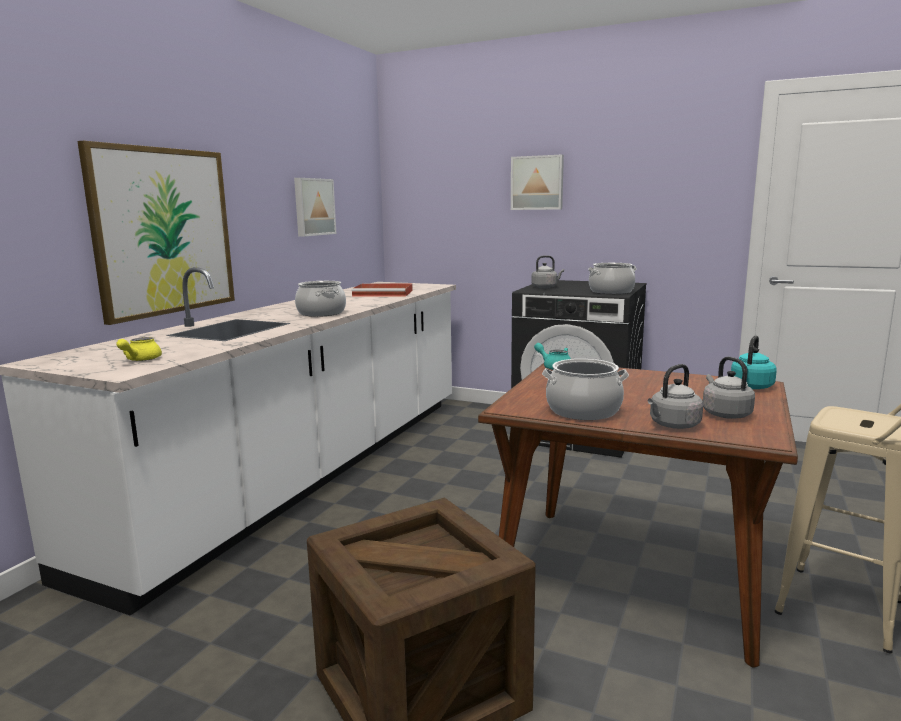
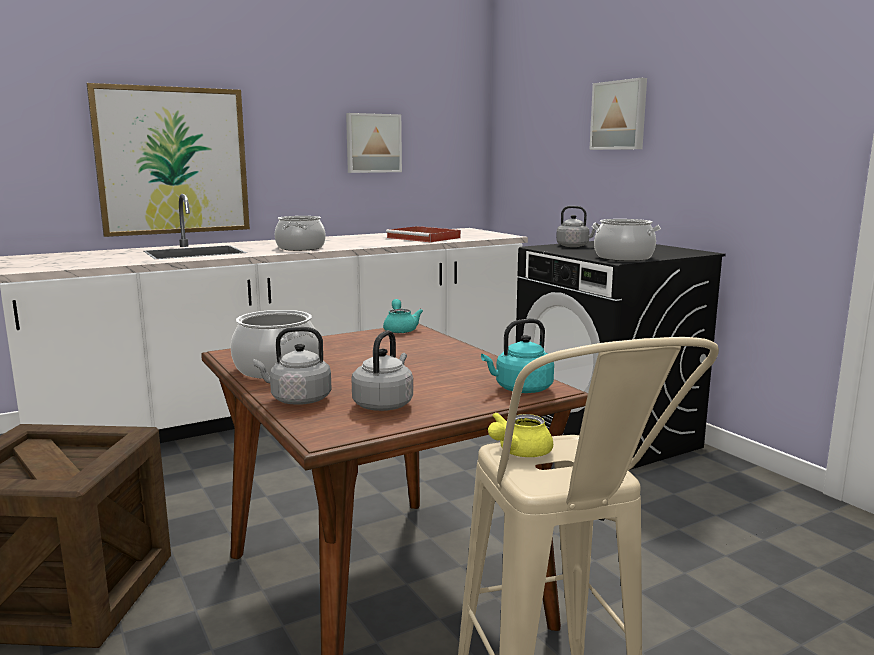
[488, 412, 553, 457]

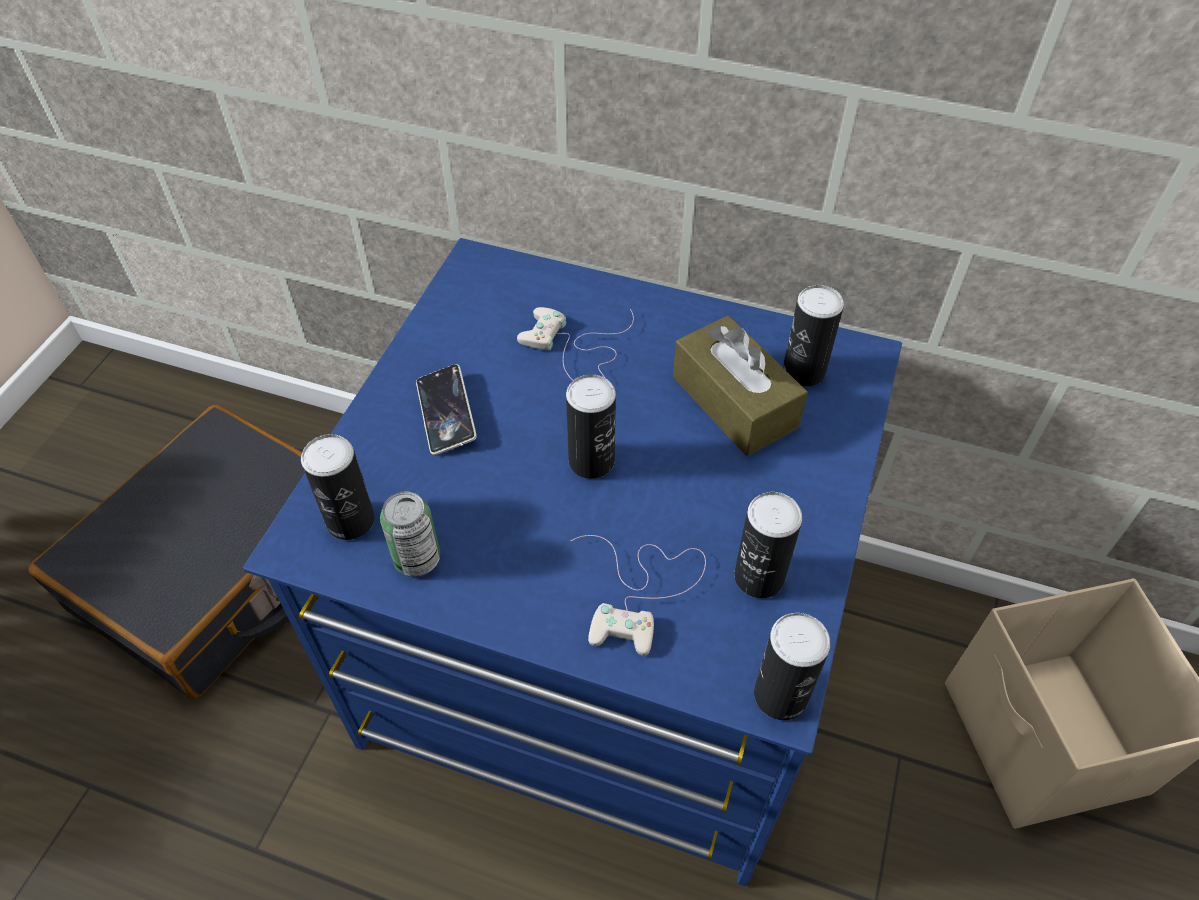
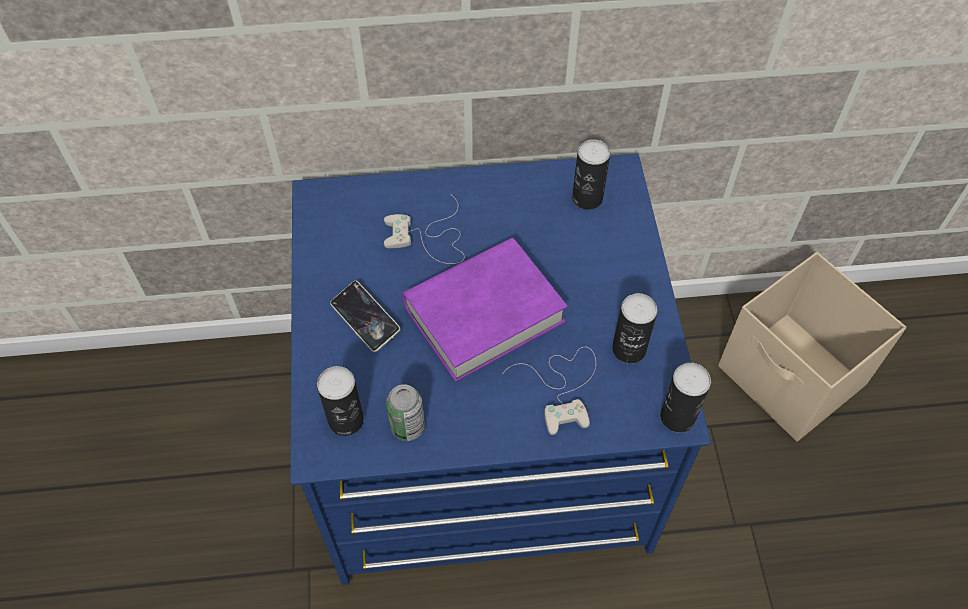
[673, 315, 808, 456] (first image)
[402, 238, 568, 382]
[28, 405, 305, 699] (first image)

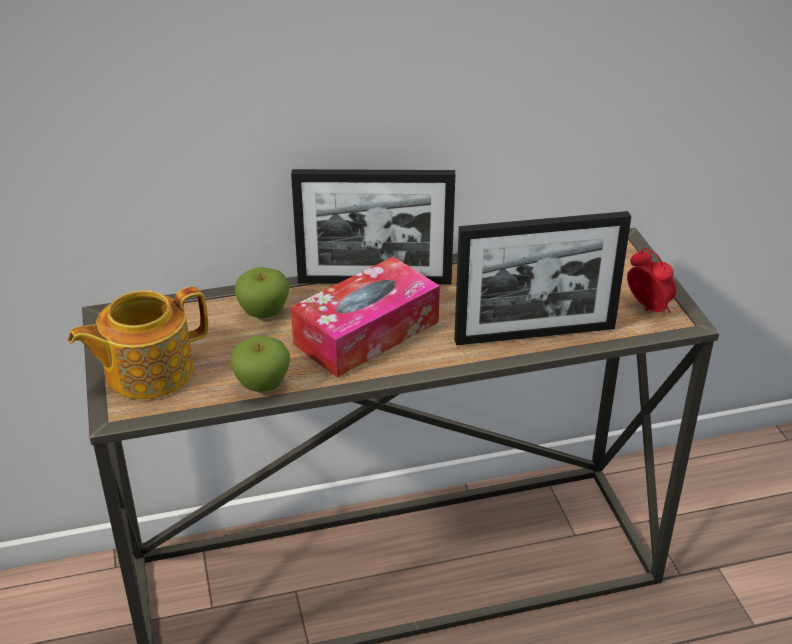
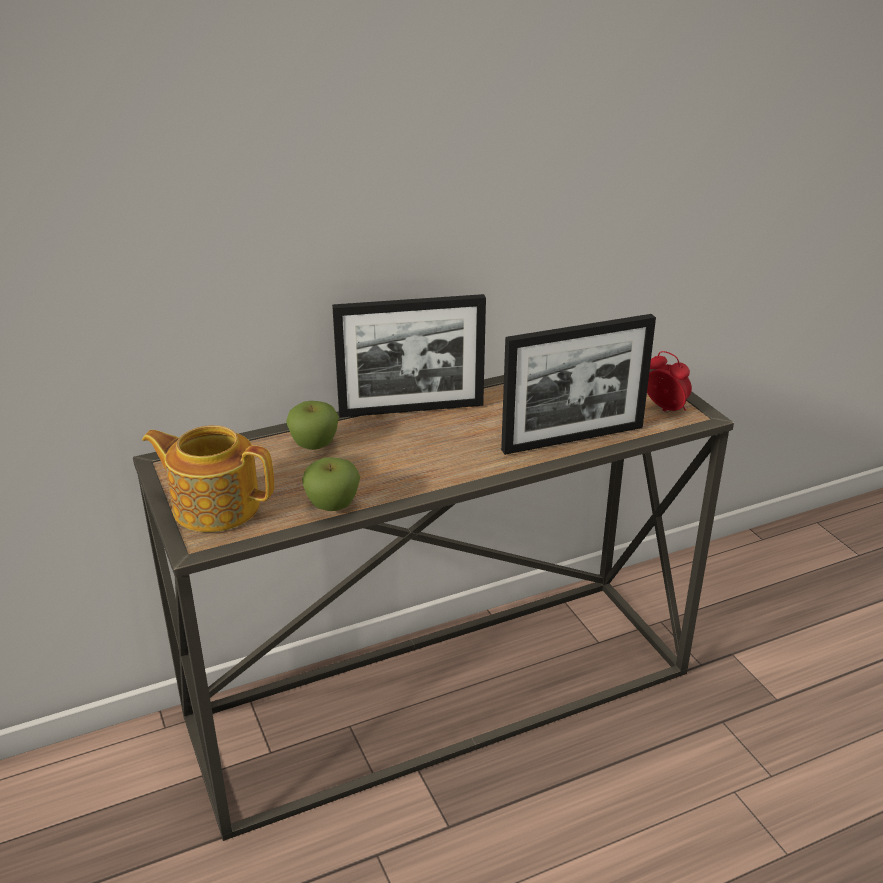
[290, 256, 440, 377] (first image)
[142, 425, 274, 532]

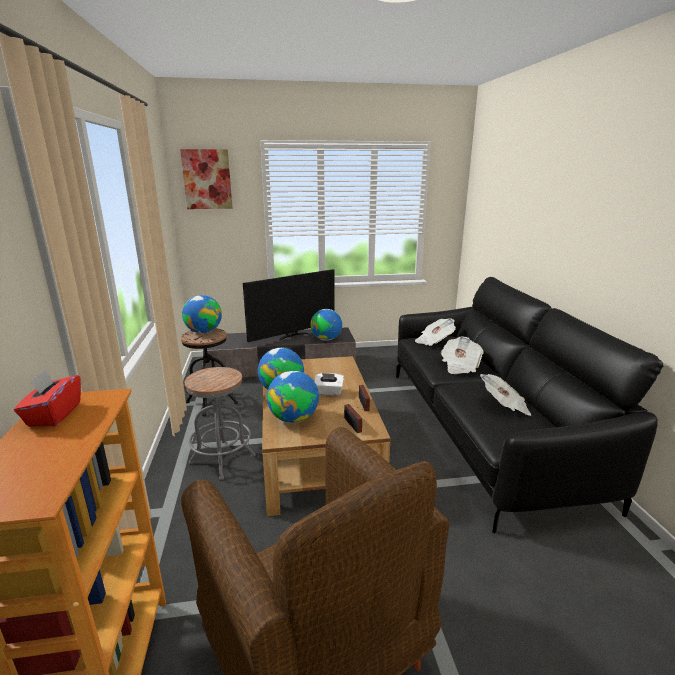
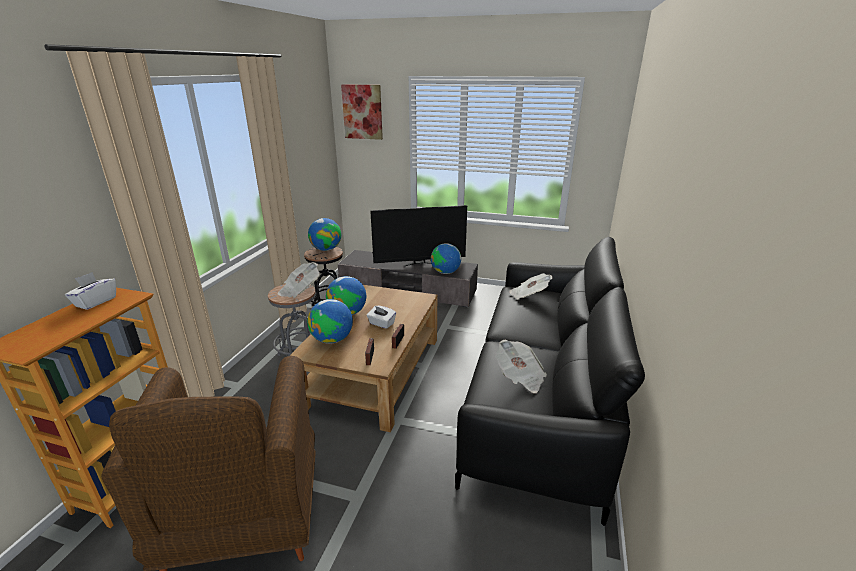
[278, 262, 319, 298]
[65, 272, 116, 310]

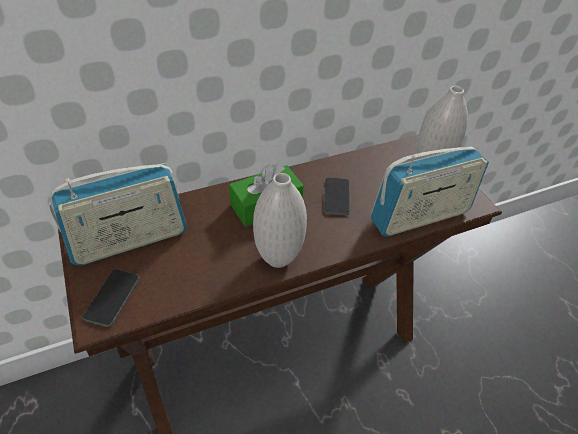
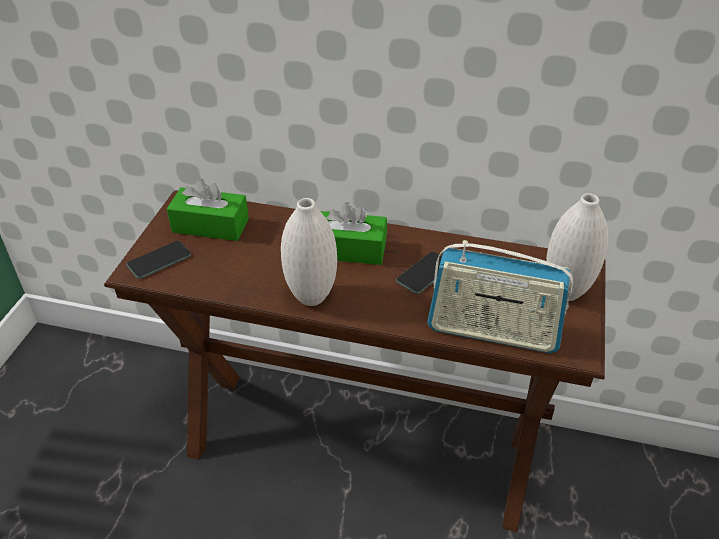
[167, 179, 249, 241]

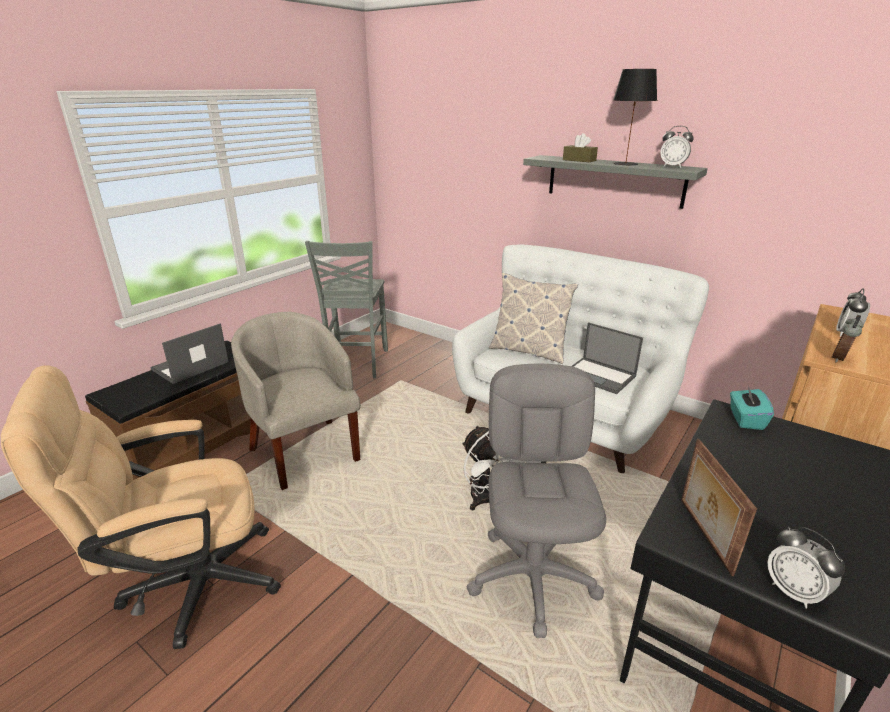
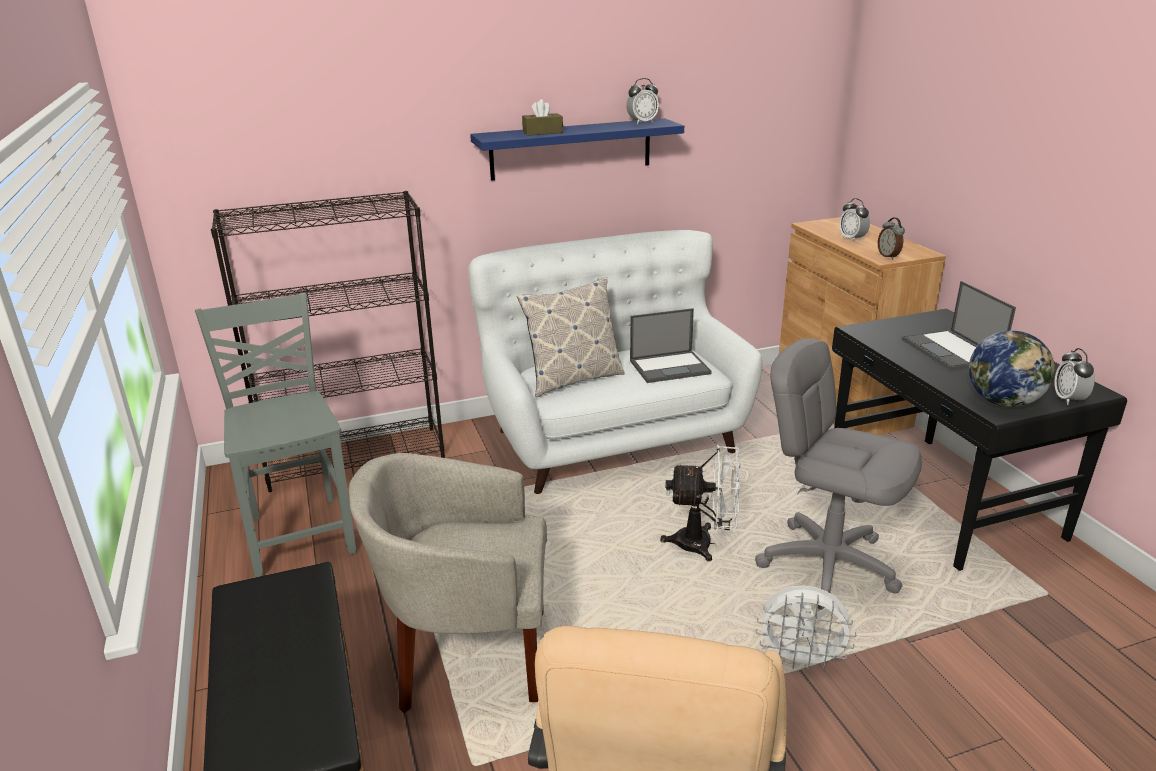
[613, 69, 657, 166] (first image)
[470, 118, 684, 181]
[195, 292, 357, 577]
[902, 281, 1016, 371]
[730, 386, 774, 430] (first image)
[969, 331, 1055, 407]
[1054, 348, 1095, 405]
[211, 191, 445, 492]
[756, 586, 856, 671]

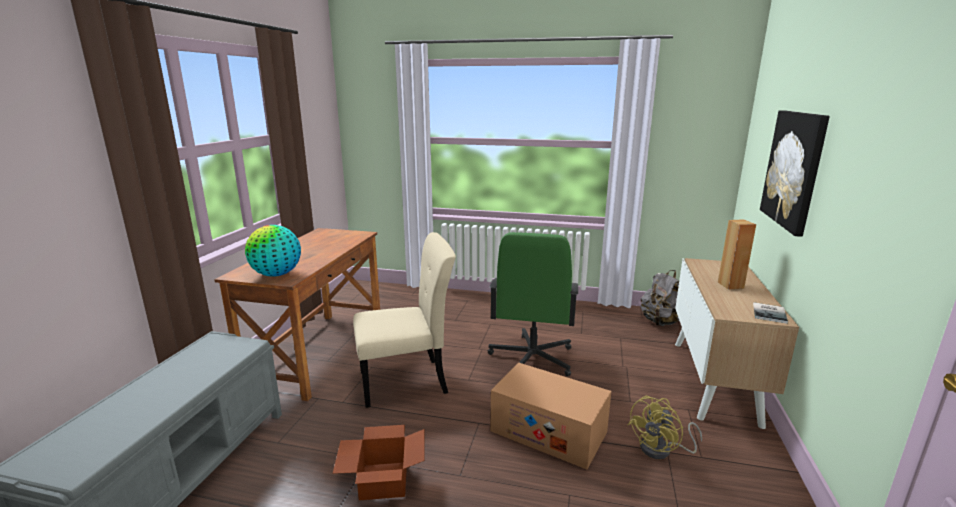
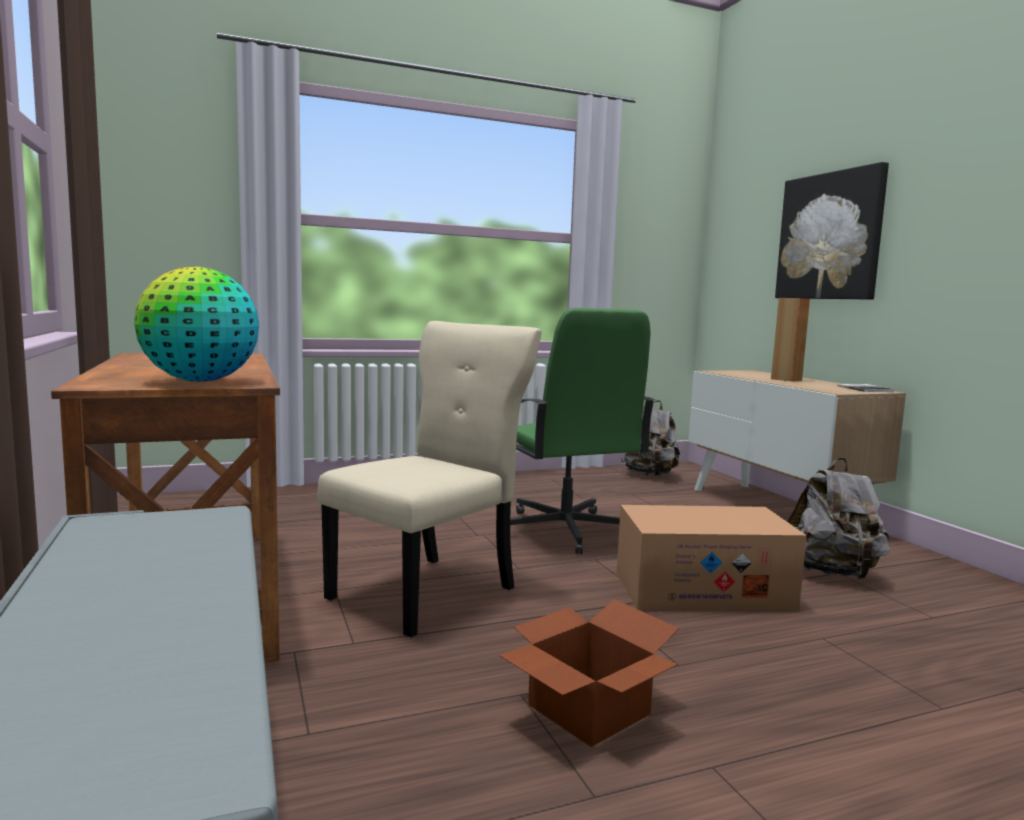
[787, 457, 890, 579]

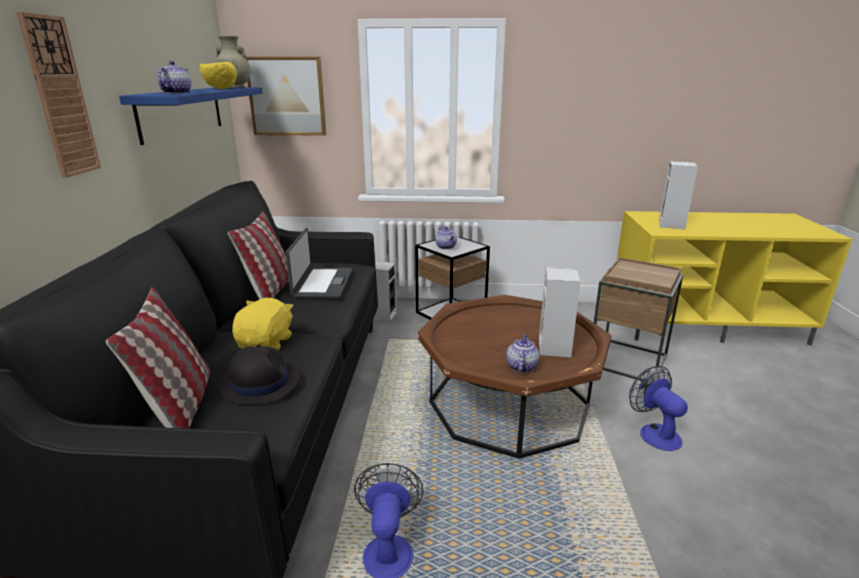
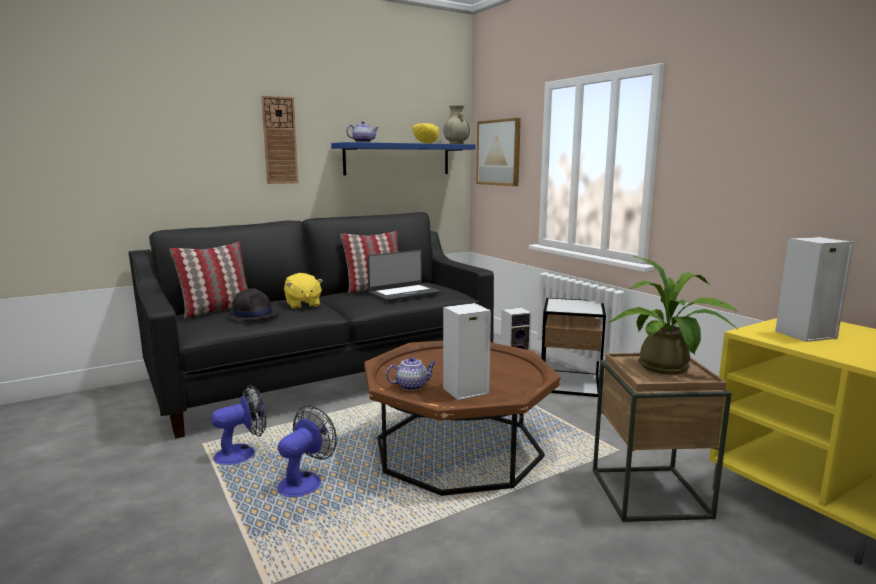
[435, 227, 457, 249] (first image)
[284, 273, 323, 309]
[277, 406, 337, 497]
[609, 256, 737, 375]

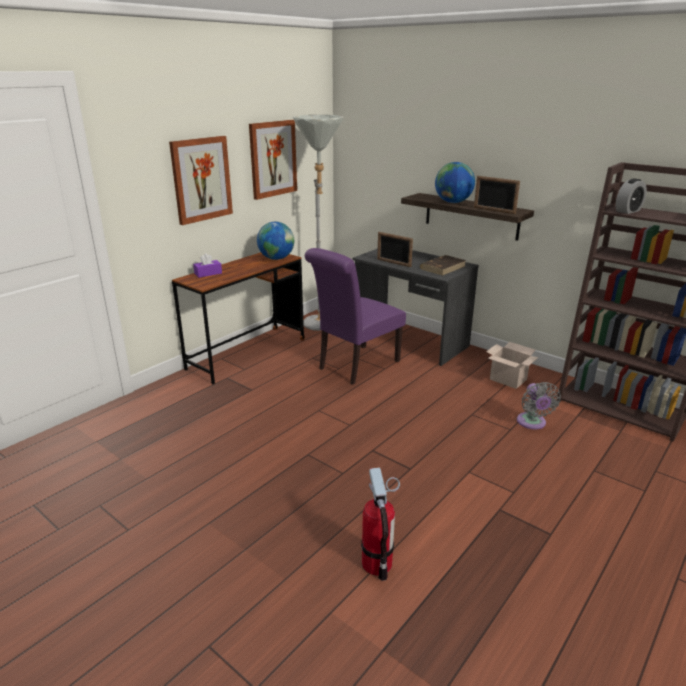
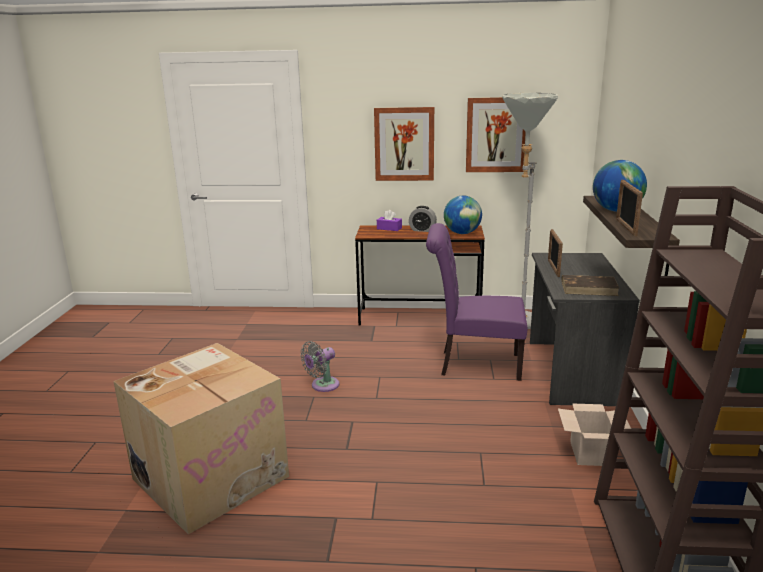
[409, 206, 437, 232]
[300, 341, 339, 392]
[113, 343, 289, 534]

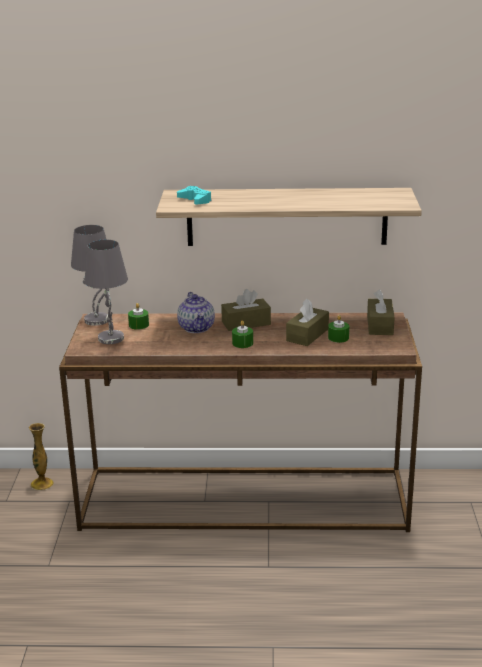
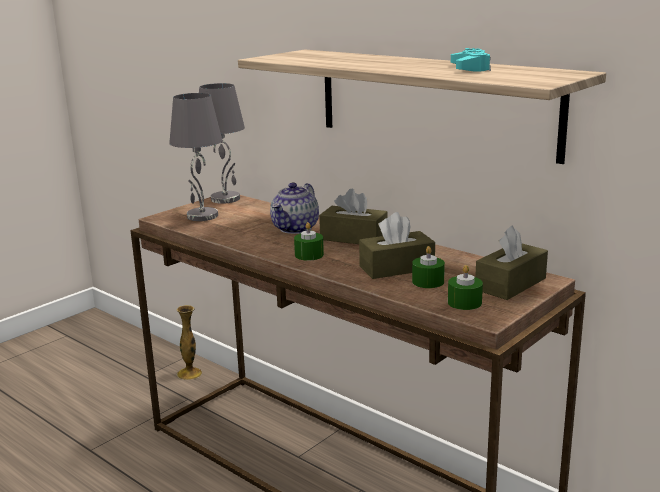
[451, 48, 491, 72]
[448, 265, 483, 310]

